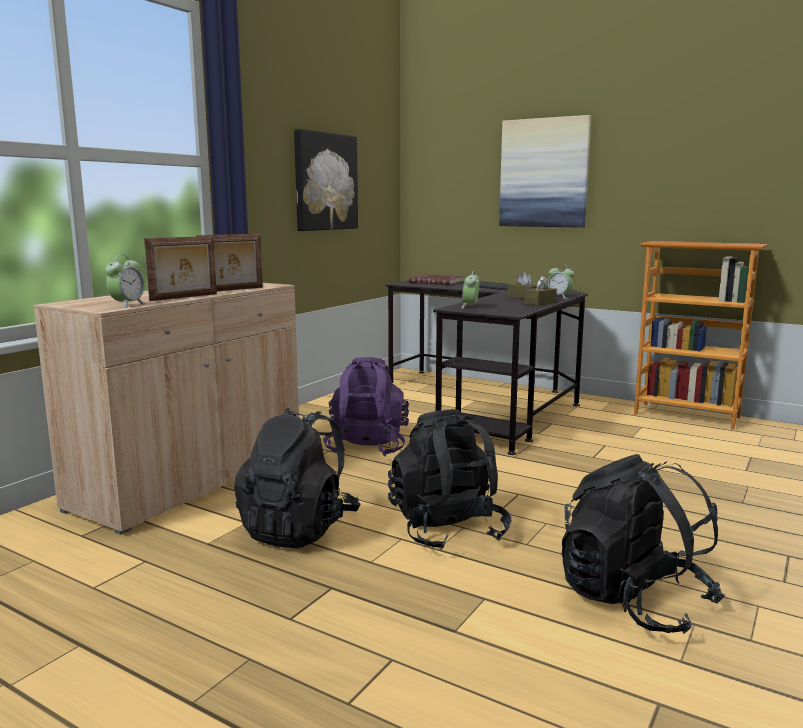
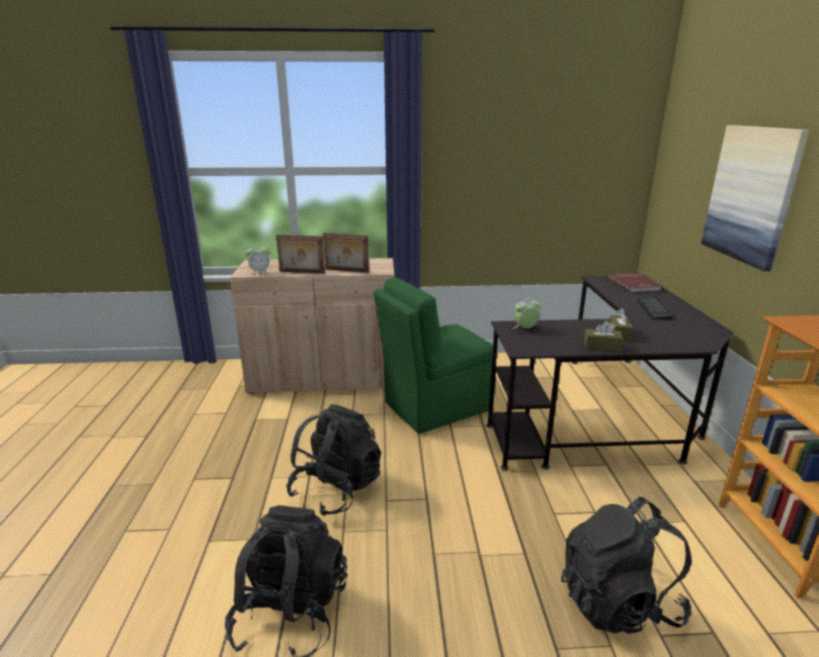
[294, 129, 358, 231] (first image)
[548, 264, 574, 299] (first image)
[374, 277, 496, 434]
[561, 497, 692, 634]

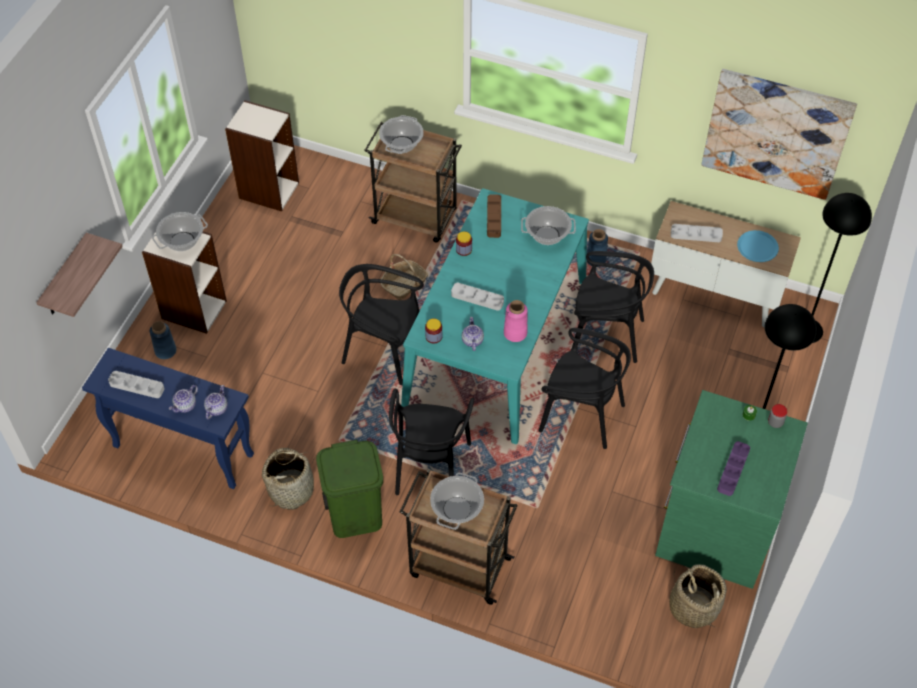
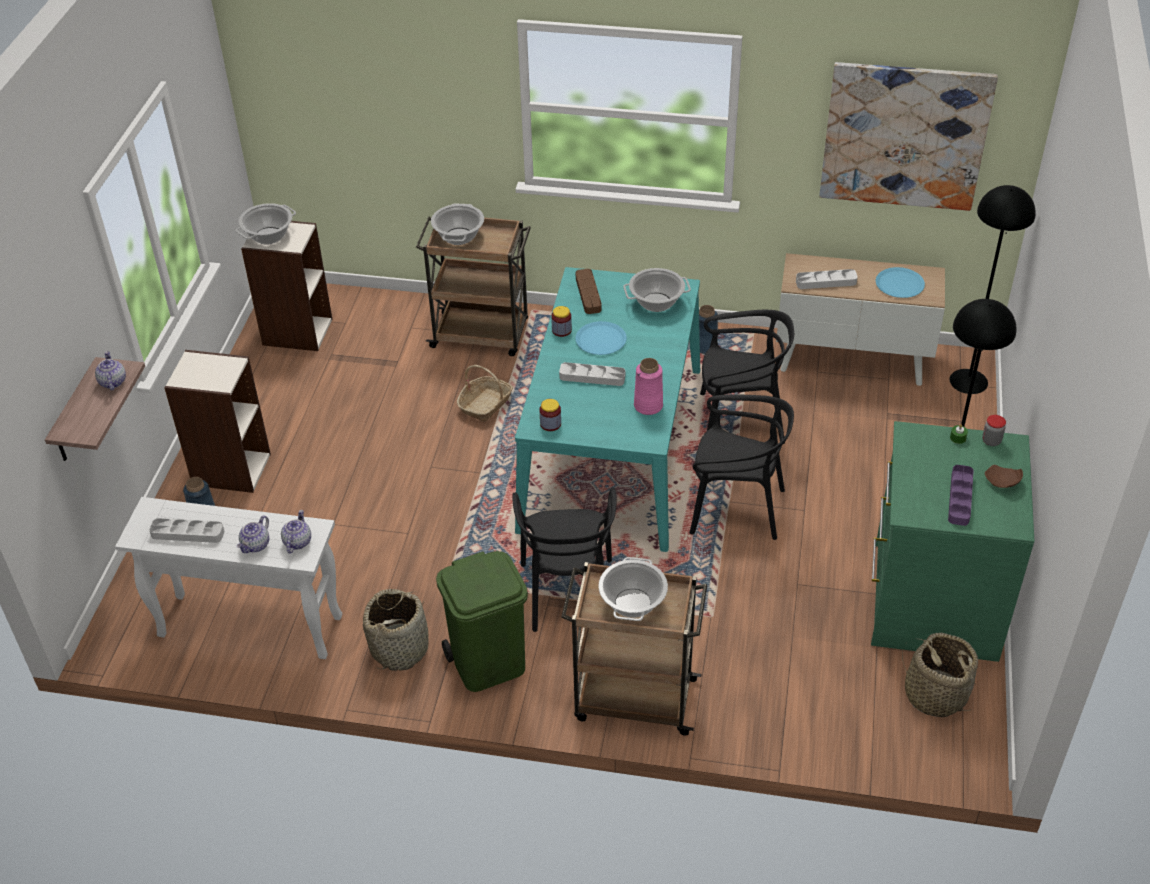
[236, 203, 296, 245]
[339, 264, 423, 385] (first image)
[95, 351, 126, 391]
[115, 497, 343, 659]
[575, 321, 627, 355]
[985, 465, 1023, 488]

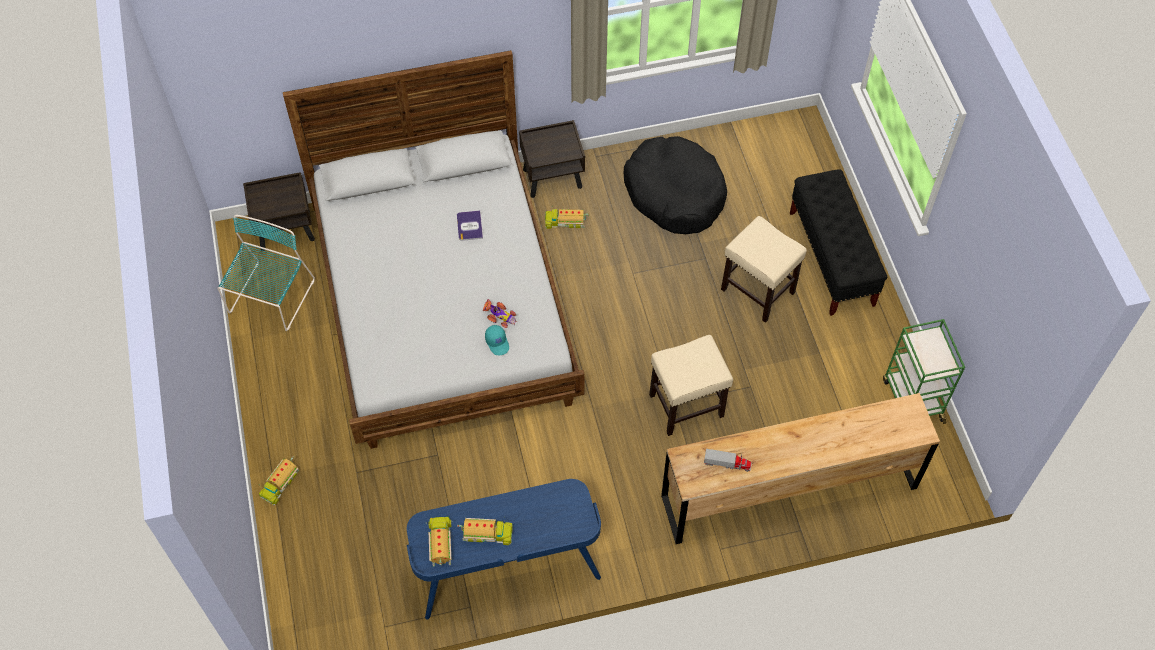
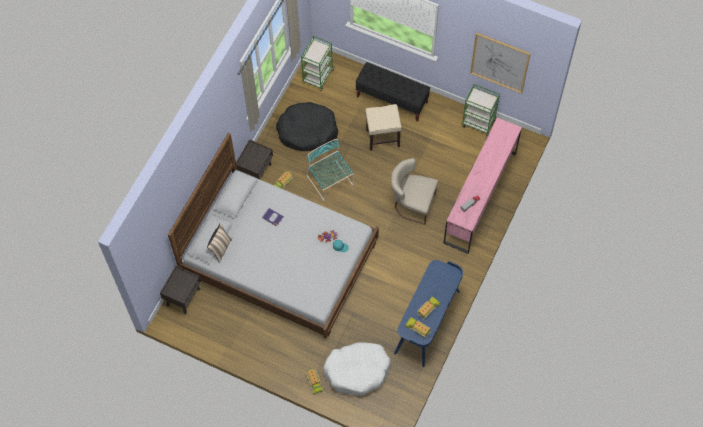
[306, 139, 354, 201]
[391, 158, 438, 225]
[443, 118, 522, 254]
[470, 32, 531, 94]
[301, 36, 334, 91]
[207, 223, 232, 263]
[323, 342, 391, 396]

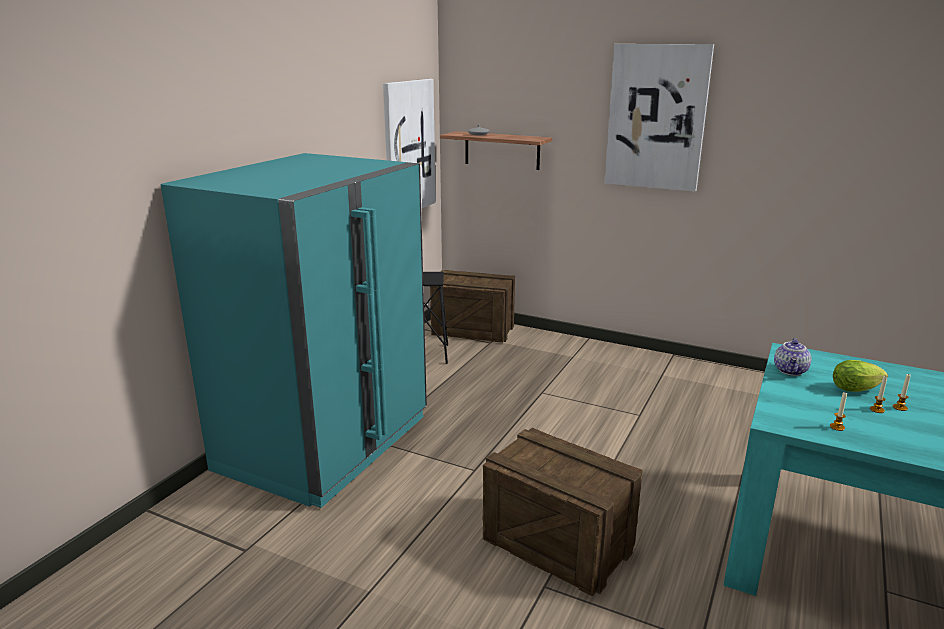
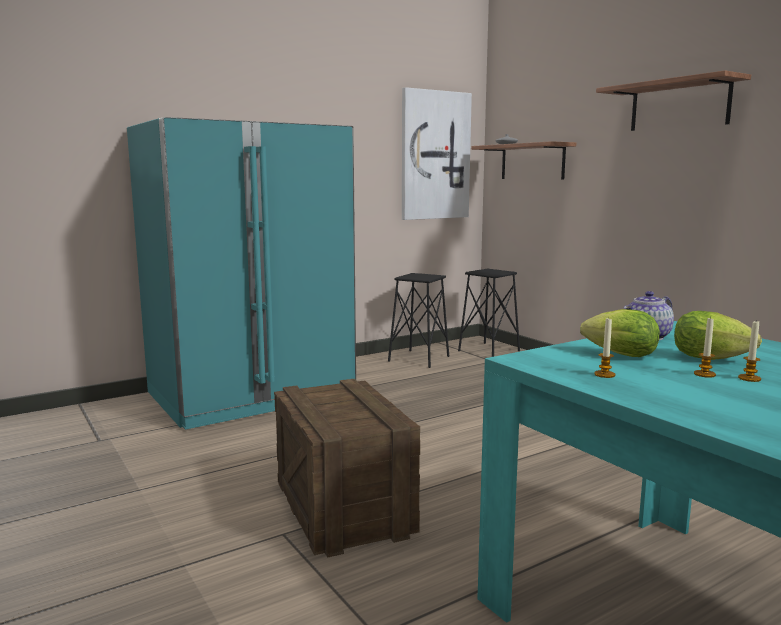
[596, 71, 751, 131]
[458, 269, 520, 357]
[580, 309, 660, 357]

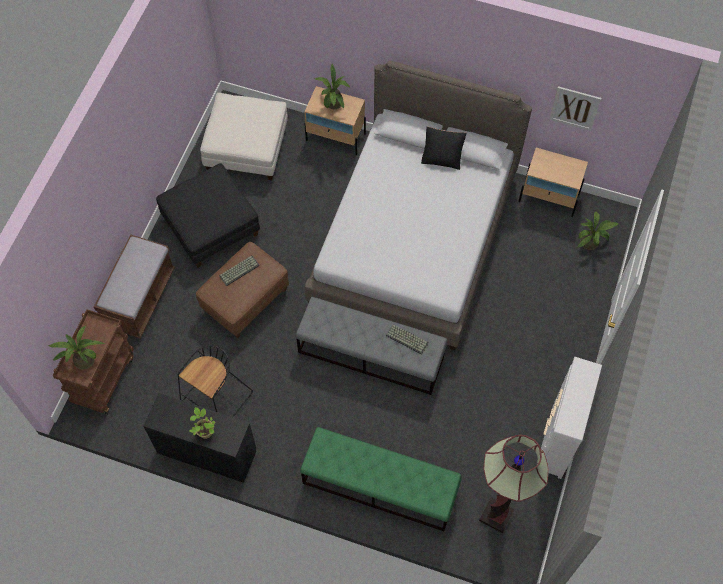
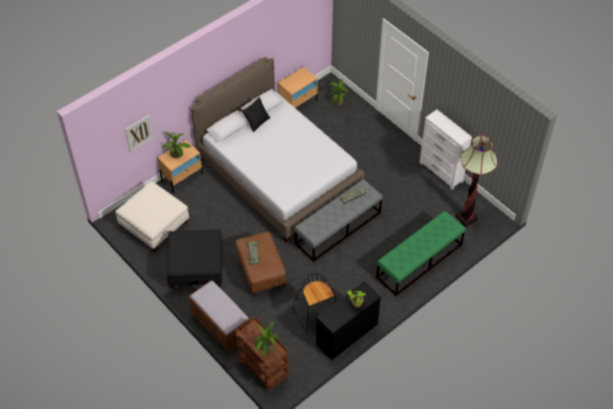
[125, 115, 153, 152]

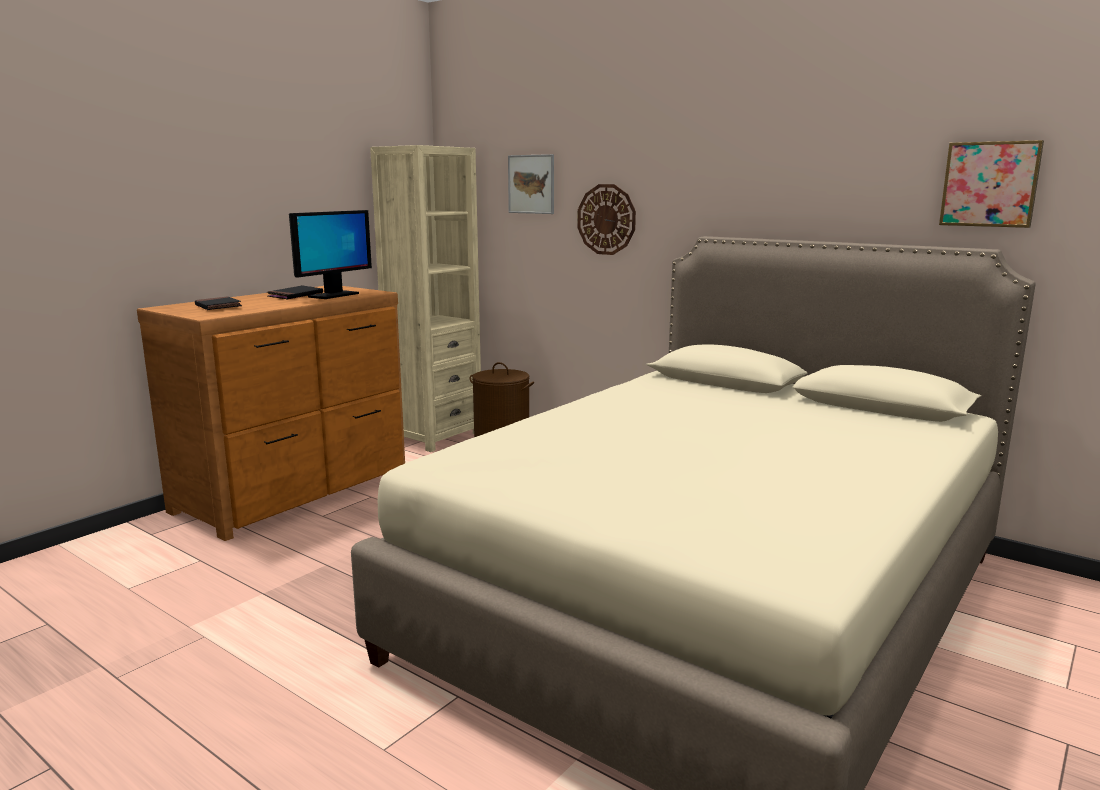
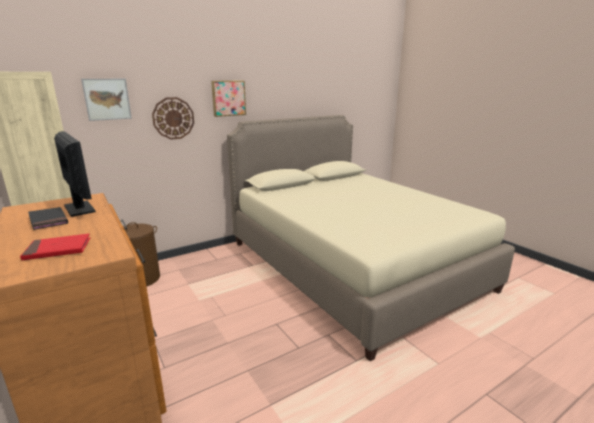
[211, 81, 246, 117]
[20, 234, 91, 261]

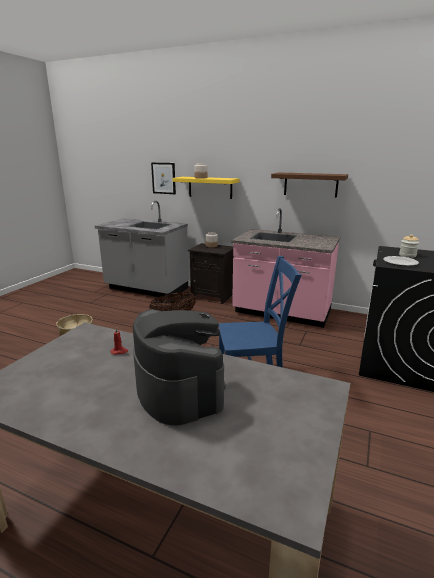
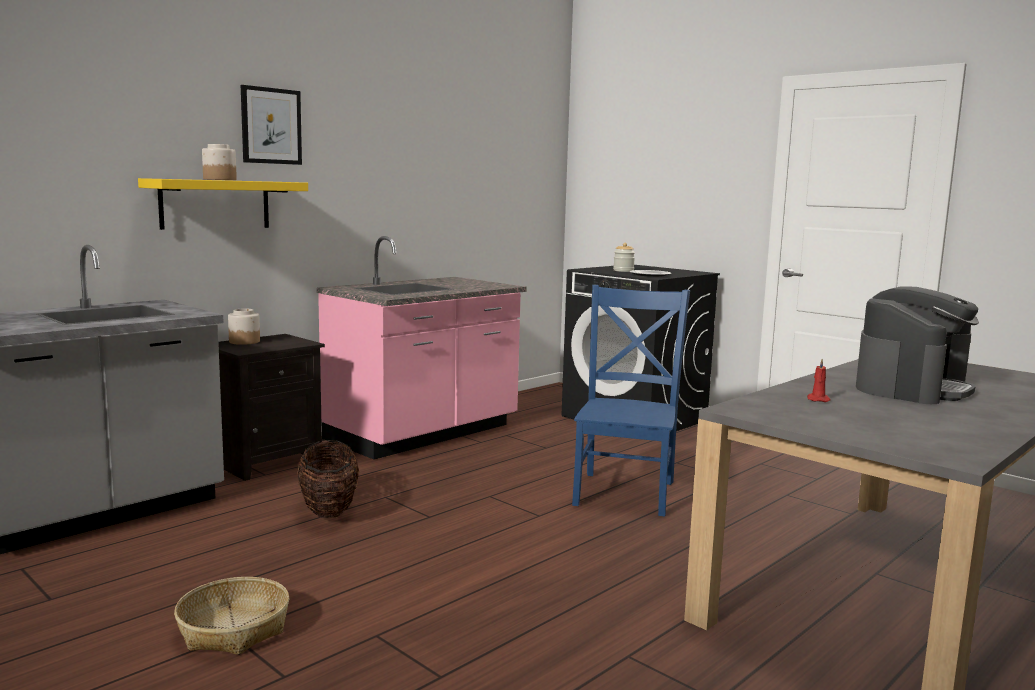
[241, 85, 302, 165]
[271, 173, 348, 197] (first image)
[856, 286, 979, 404]

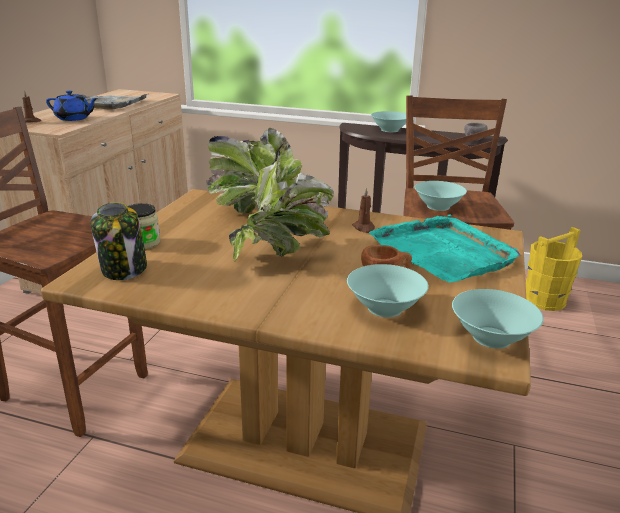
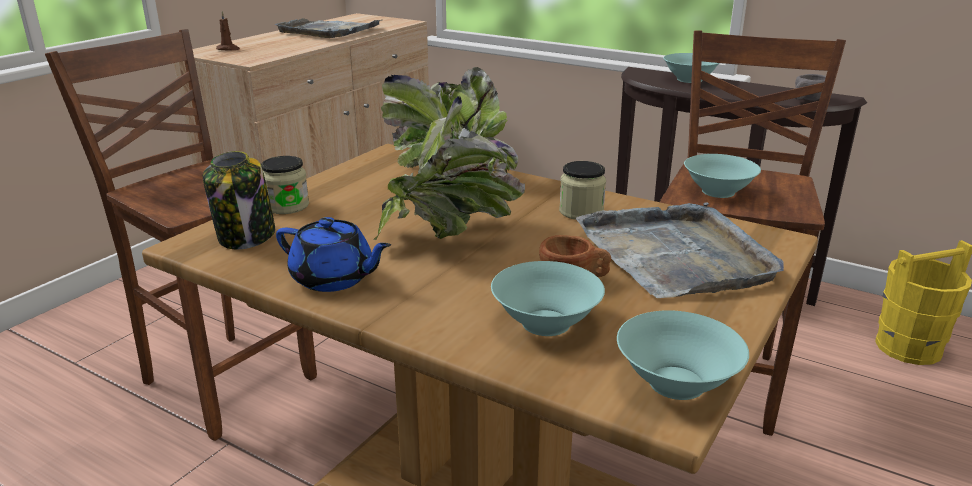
[276, 217, 391, 292]
[559, 161, 606, 220]
[576, 202, 784, 298]

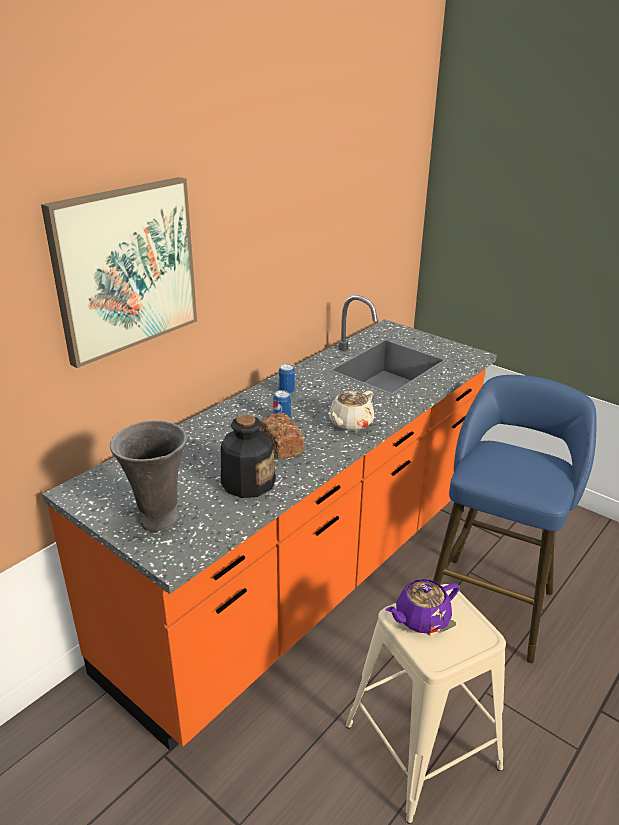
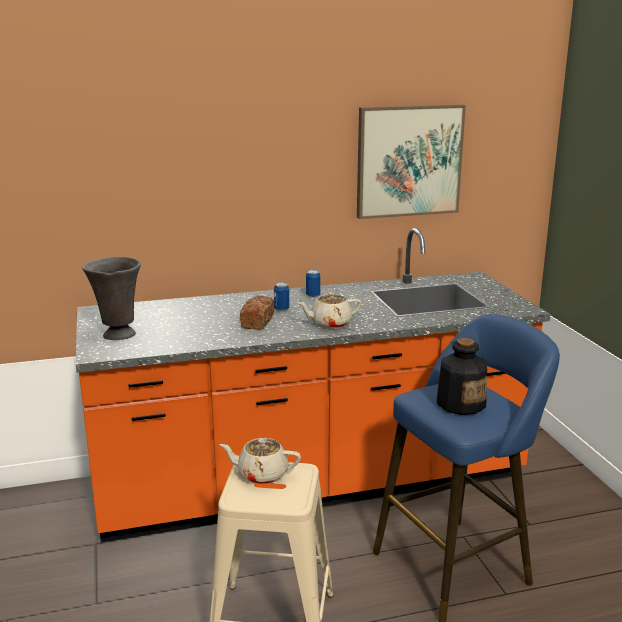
[357, 104, 466, 219]
[437, 338, 487, 415]
[219, 438, 301, 484]

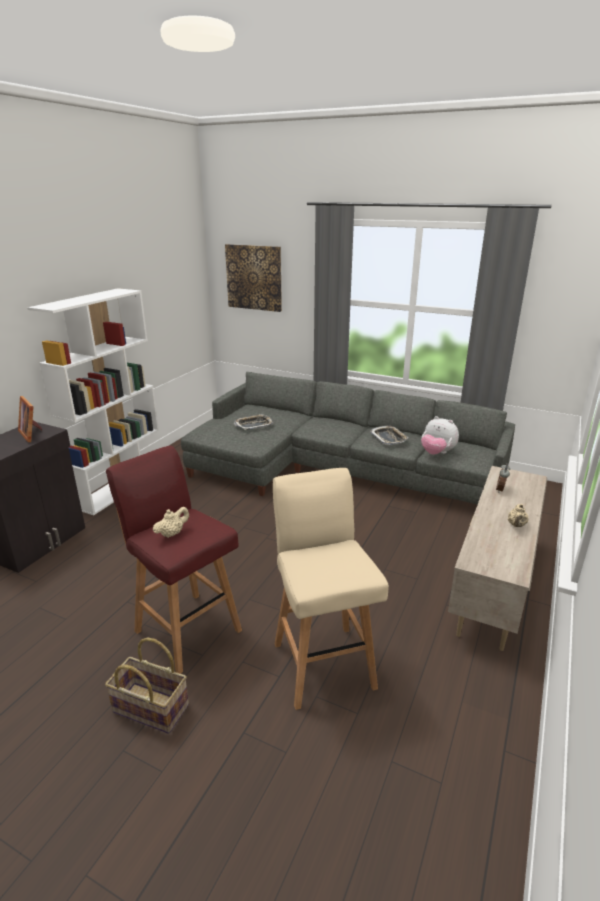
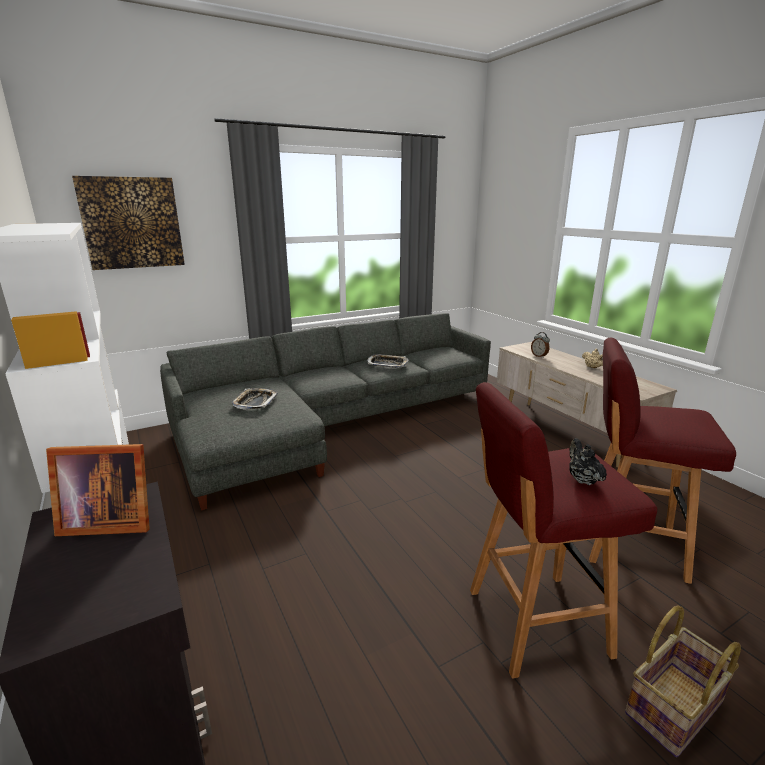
[421, 416, 459, 455] (first image)
[589, 338, 736, 584]
[569, 438, 607, 485]

